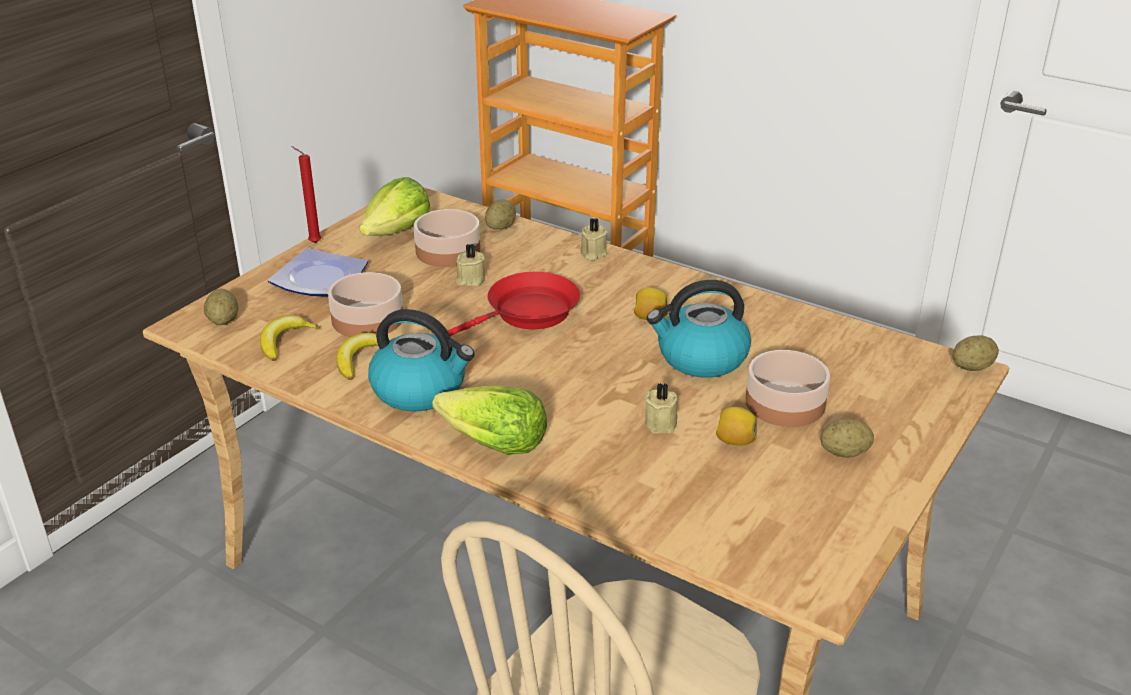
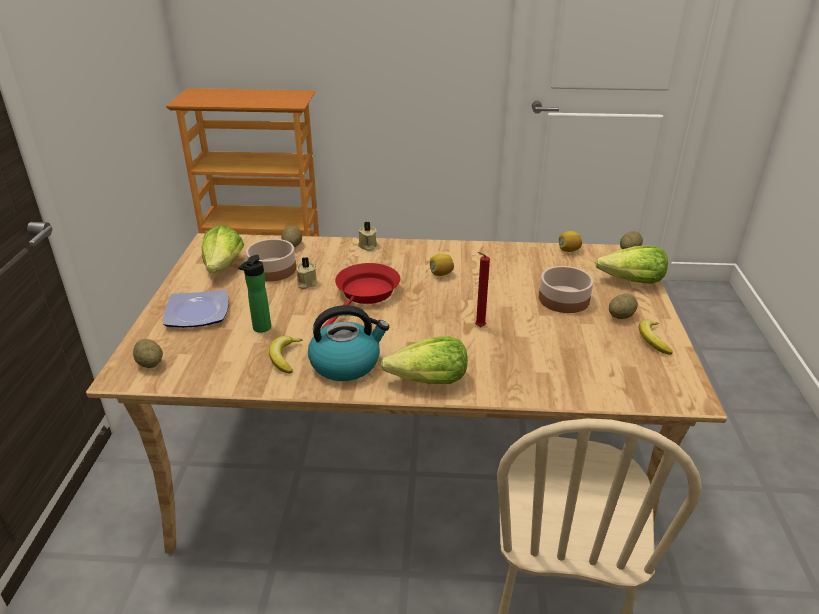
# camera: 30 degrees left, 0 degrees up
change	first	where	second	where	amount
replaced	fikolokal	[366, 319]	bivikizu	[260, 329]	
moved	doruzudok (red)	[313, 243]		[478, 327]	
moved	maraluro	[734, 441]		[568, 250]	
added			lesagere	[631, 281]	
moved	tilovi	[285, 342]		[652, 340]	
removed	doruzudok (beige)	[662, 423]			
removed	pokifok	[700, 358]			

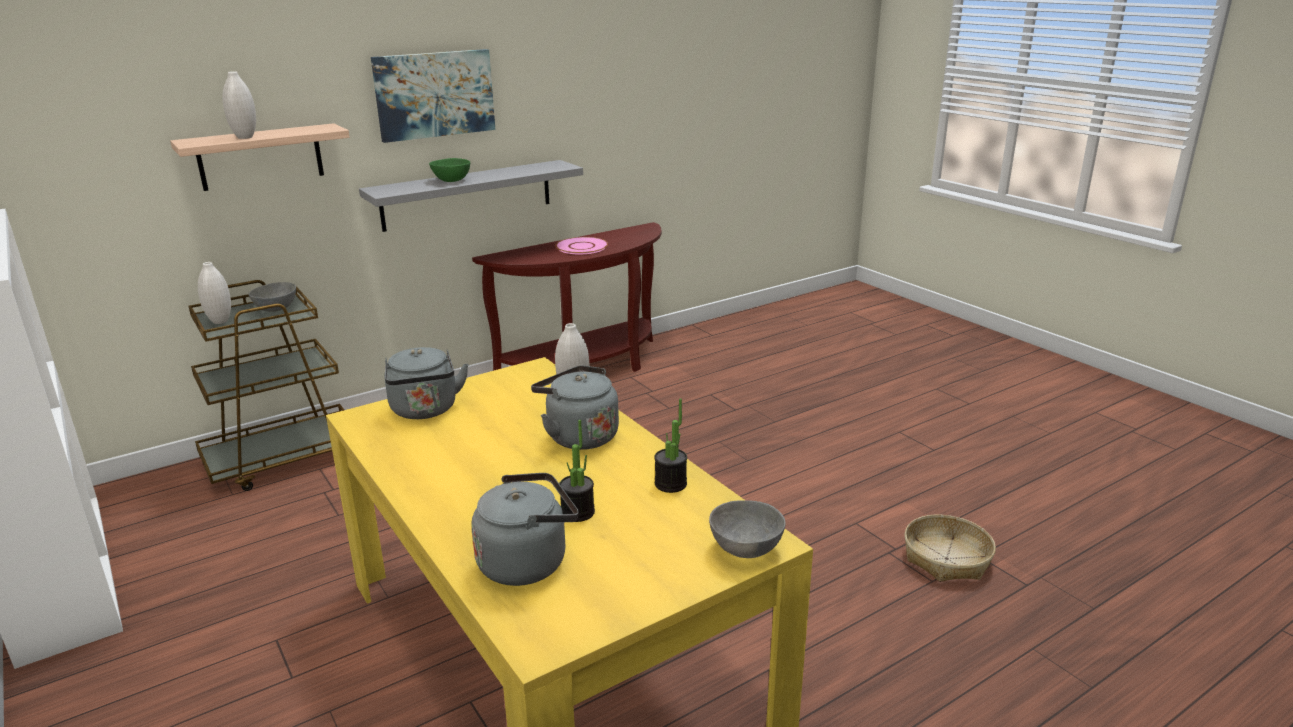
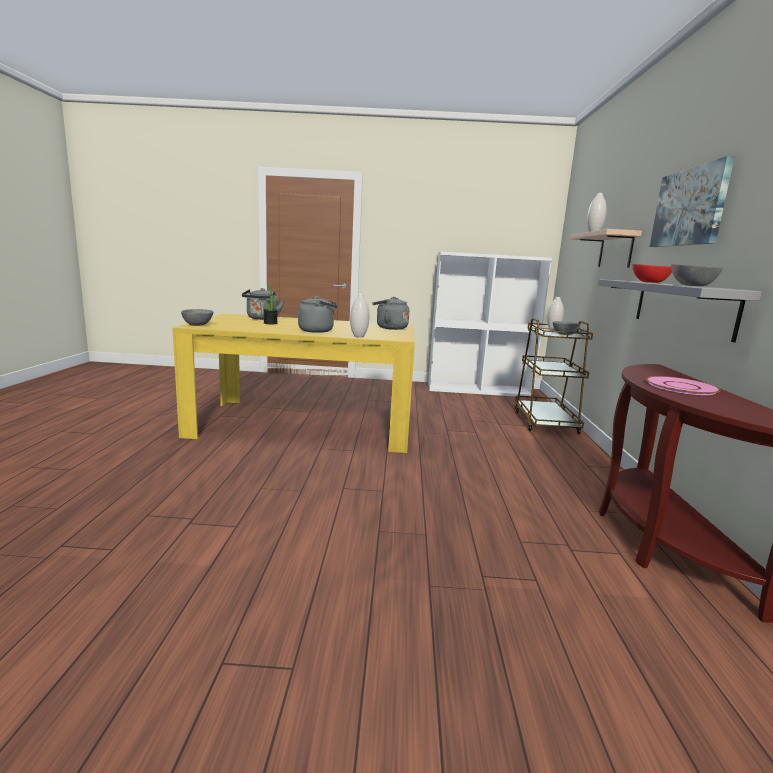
# camera: 125 degrees right, 10 degrees down
change	first	where	second	where	amount
recoloured	fikolokal (green)	[451, 181]	fikolokal (red)	[649, 282]	
added			fikolokal (grey)	[691, 286]	
removed	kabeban	[670, 484]			
removed	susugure	[946, 558]			

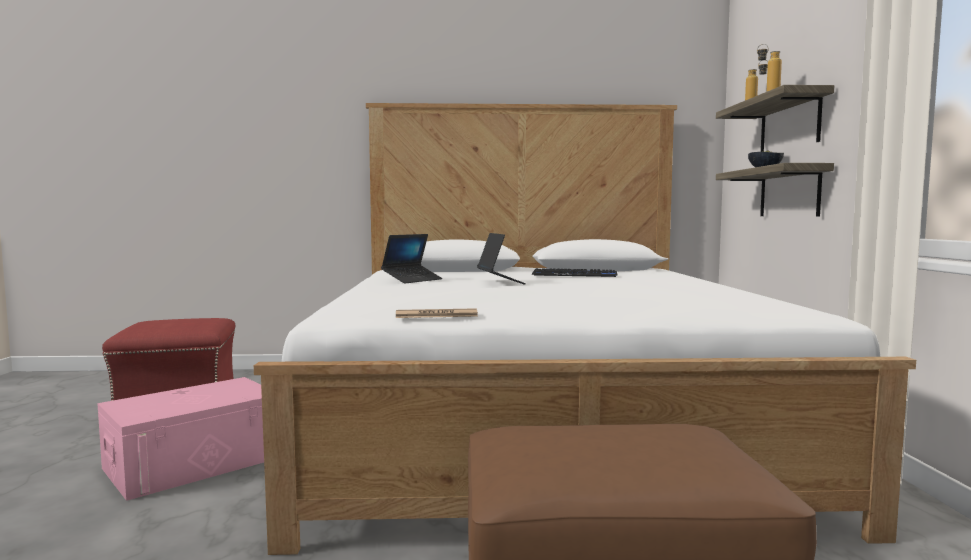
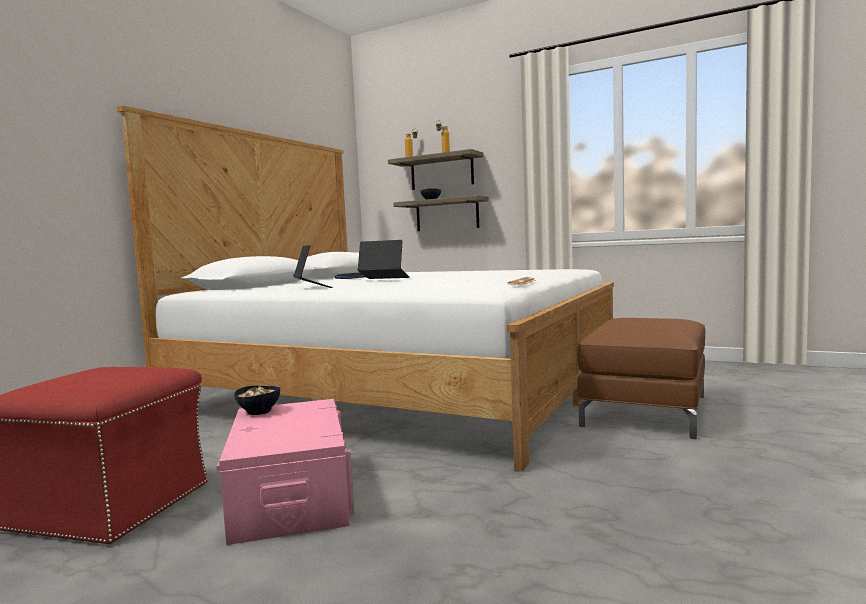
# camera: 60 degrees left, 0 degrees up
change	first	where	second	where	amount
added			fikolokal	[259, 412]	

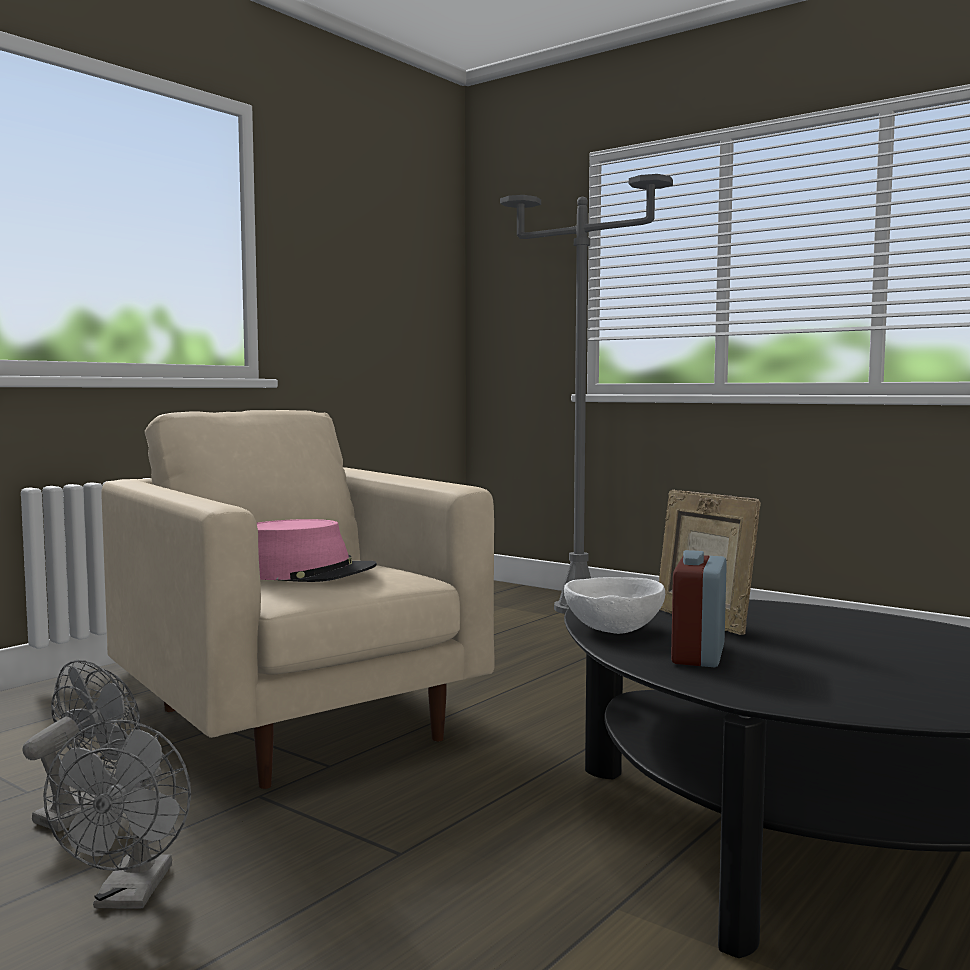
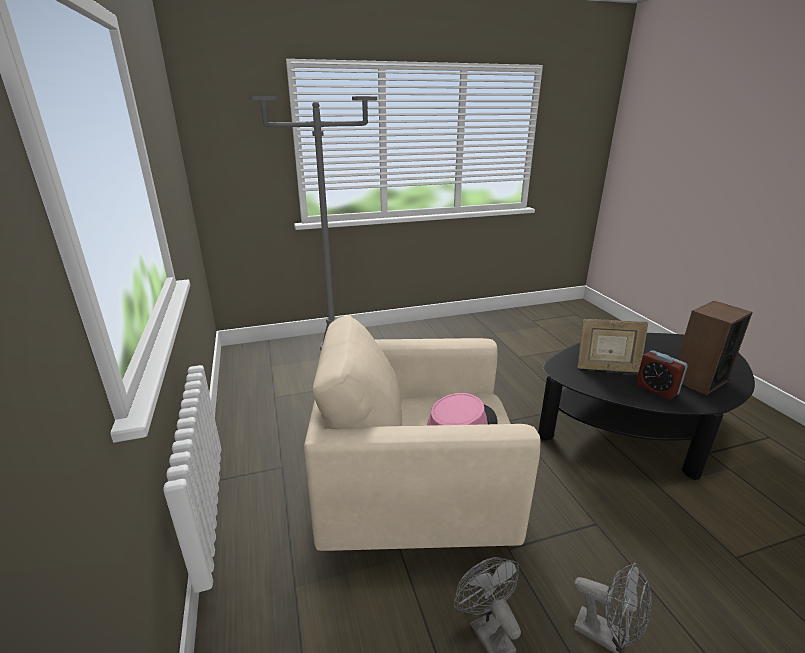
# camera: 55 degrees left, 20 degrees up
change	first	where	second	where	amount
added			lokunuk	[699, 380]	
removed	fikolokal (white)	[612, 629]			

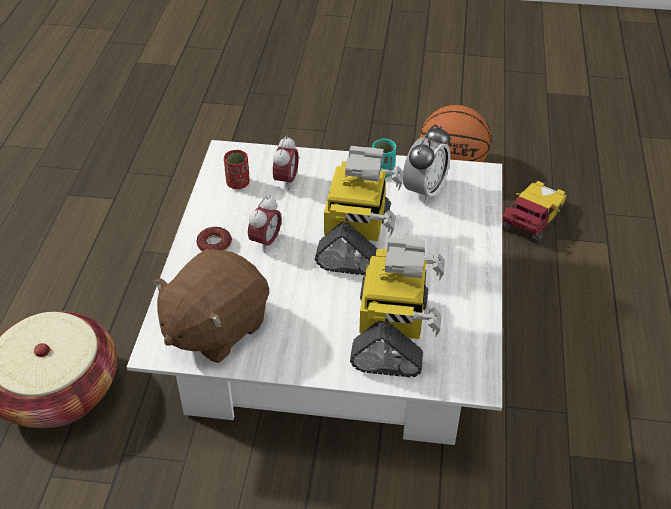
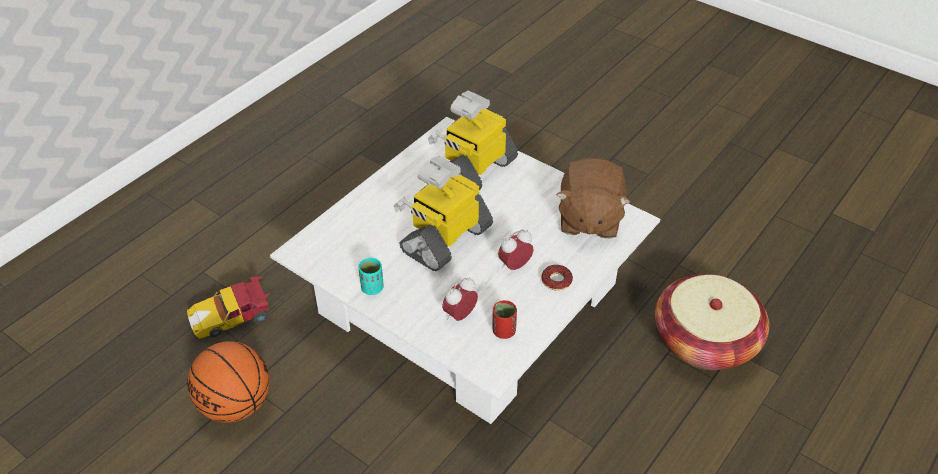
# camera: 150 degrees left, 0 degrees up
change	first	where	second	where	amount
turned	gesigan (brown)	[215, 327]		[588, 219]	120 degrees clockwise
removed	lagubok	[424, 190]			

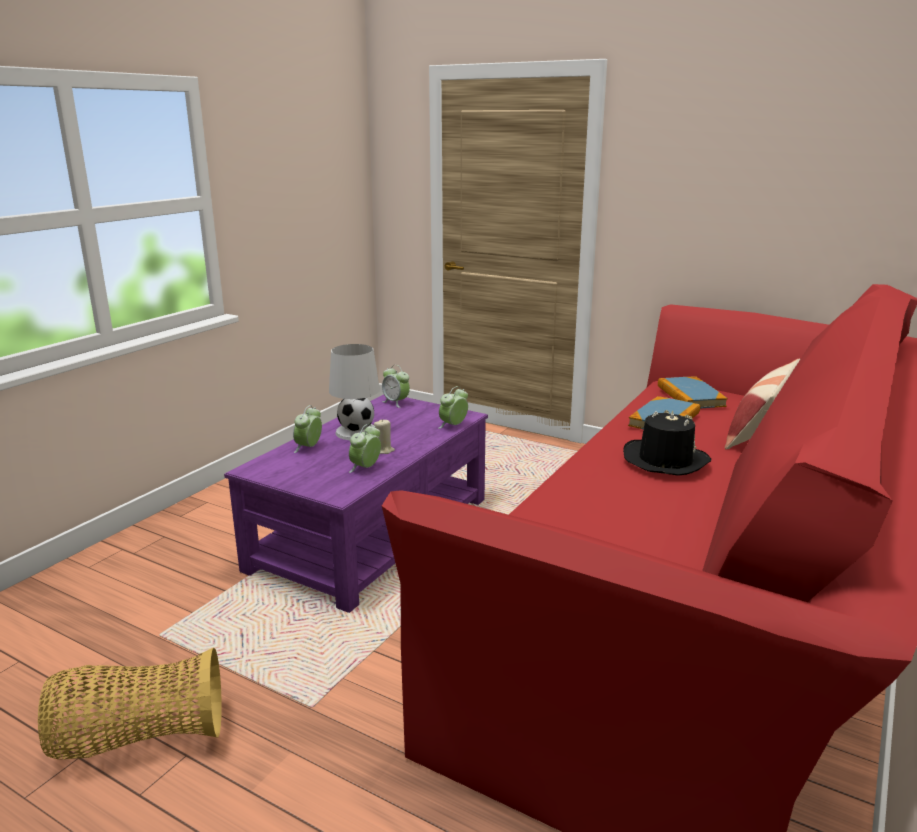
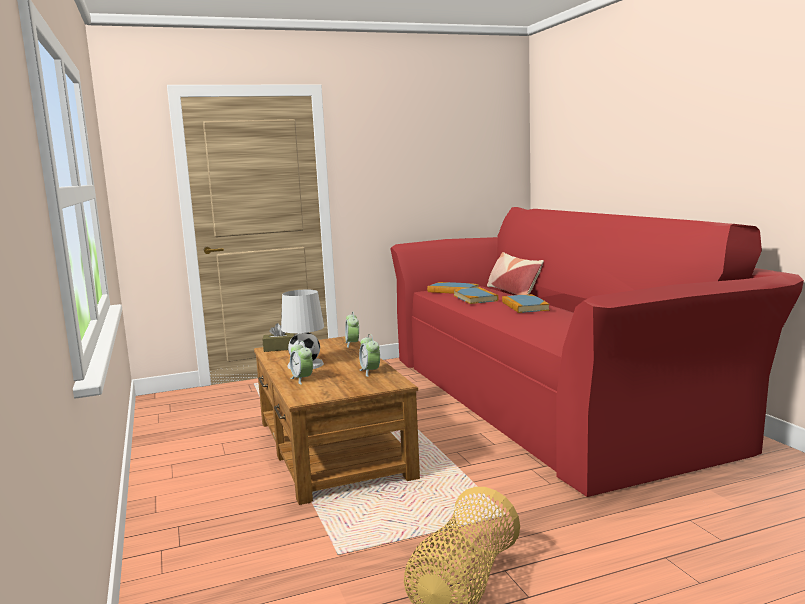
# camera: 50 degrees left, 10 degrees down
change	first	where	second	where	amount
recoloured	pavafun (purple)	[370, 533]	pavafun (brown)	[331, 448]	
replaced	lagubok	[396, 402]	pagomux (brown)	[279, 348]	
replaced	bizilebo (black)	[665, 460]	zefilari	[524, 306]	
removed	doruzudok (beige)	[383, 450]			

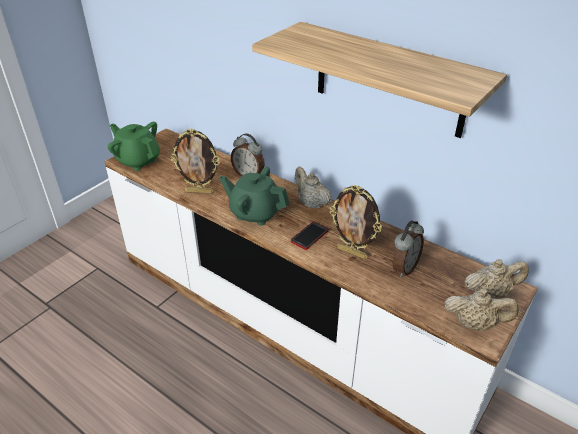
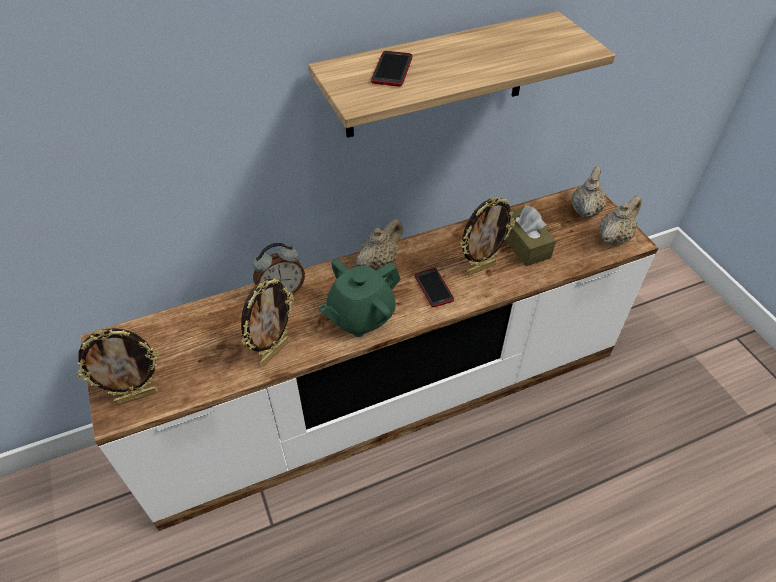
# camera: 60 degrees left, 10 degrees up
change	first	where	second	where	amount
replaced	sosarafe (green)	[138, 160]	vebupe	[137, 396]	
turned	sosarafe (beige)	[311, 203]		[379, 262]	135 degrees clockwise
added			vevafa	[392, 70]	
replaced	lagubok	[404, 268]	pagomux (brown)	[524, 244]	

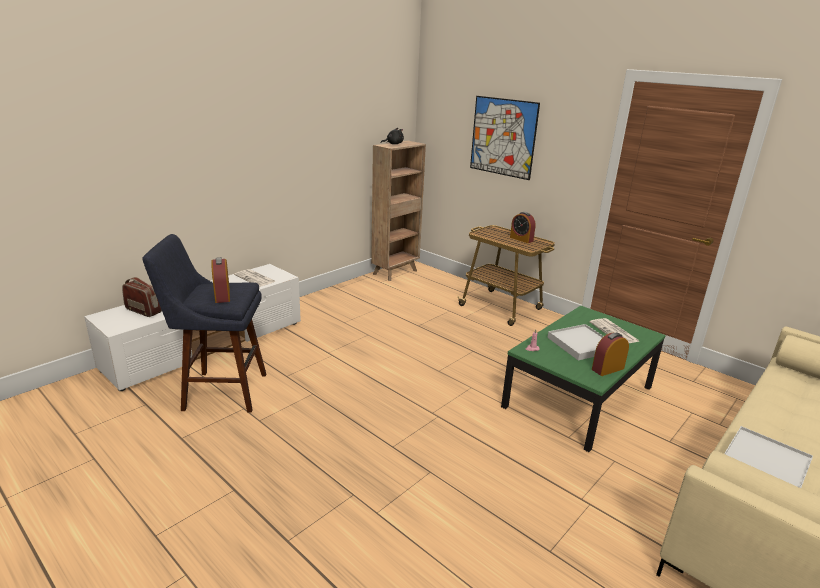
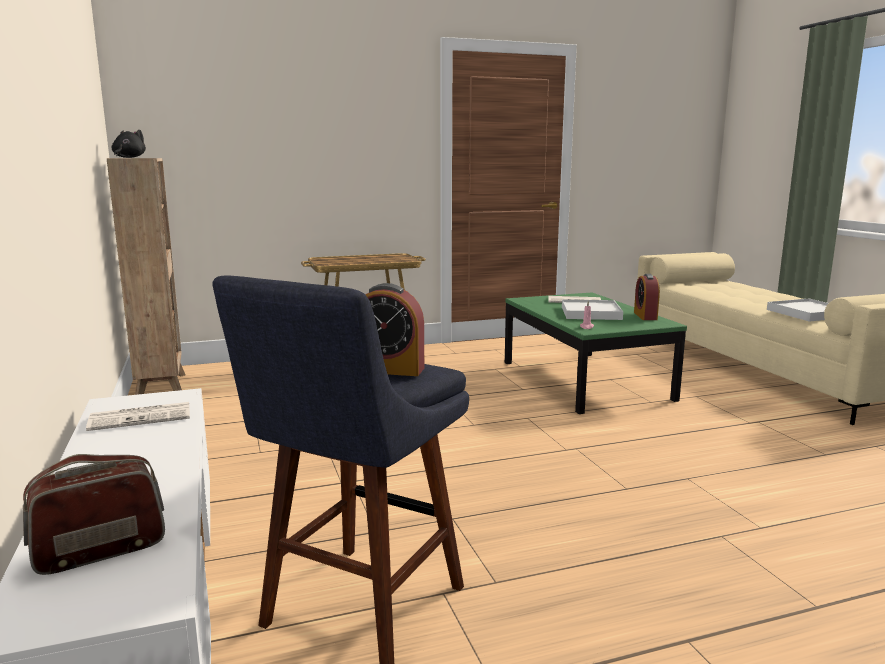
# camera: 60 degrees left, 10 degrees down
change	first	where	second	where	amount
removed	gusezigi	[503, 137]			
removed	lagubok	[521, 239]			

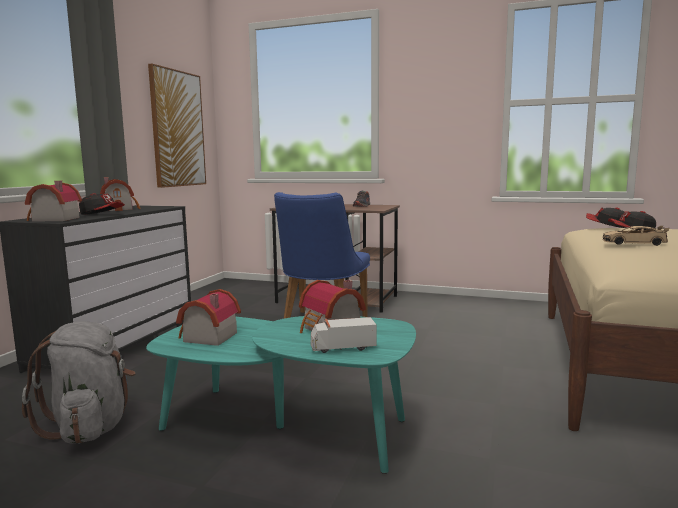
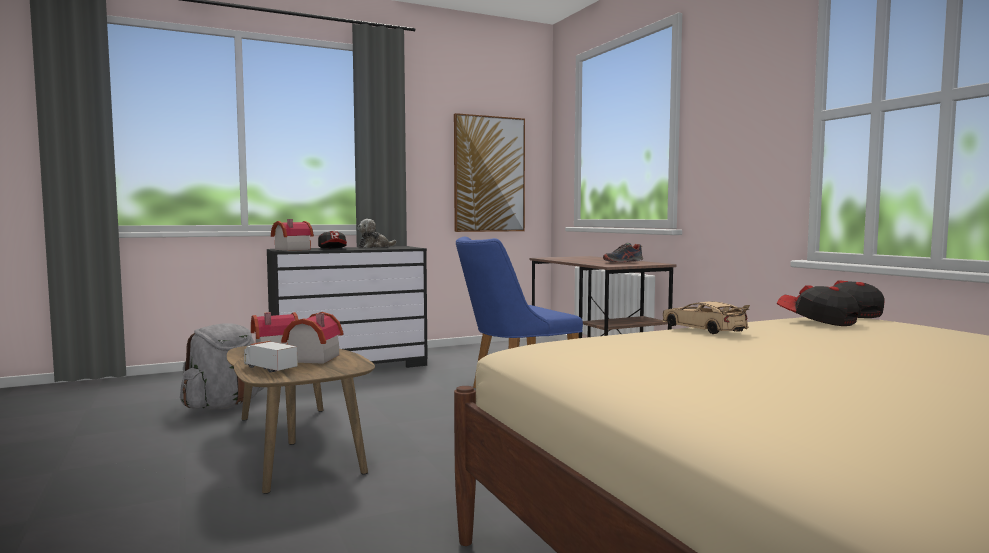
# camera: 45 degrees right, 5 degrees down
change	first	where	second	where	amount
recoloured	pavafun (turquoise)	[285, 426]	pavafun (brown)	[296, 444]	
replaced	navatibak	[120, 209]	gesigan	[375, 247]	

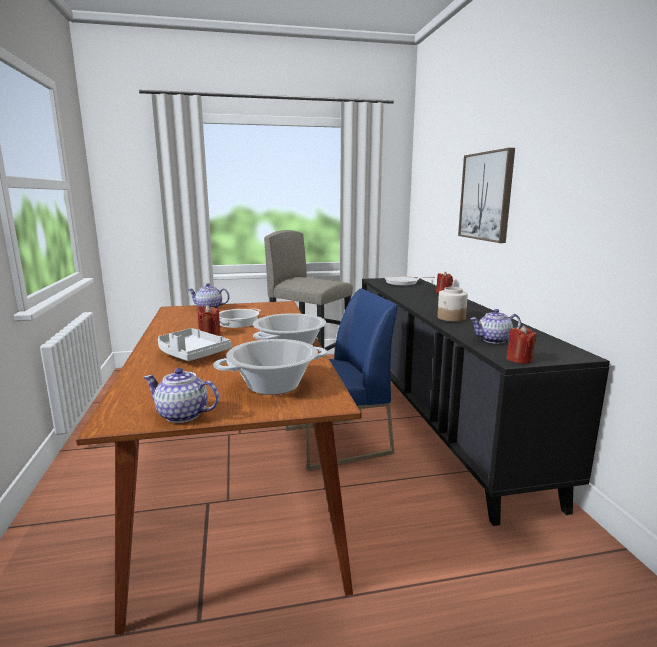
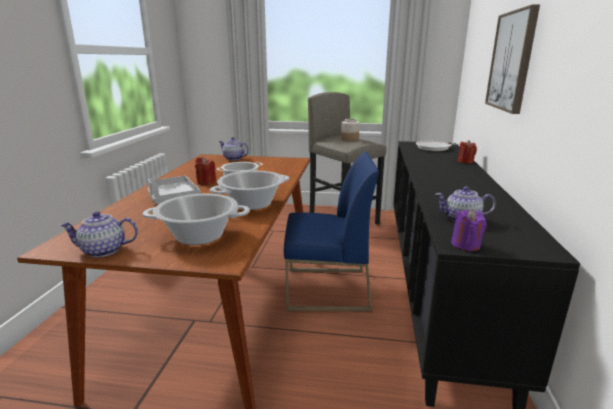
# camera: 20 degrees right, 5 degrees up
change	first	where	second	where	amount
turned	sosarafe	[182, 415]		[103, 251]	45 degrees counterclockwise
moved	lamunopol	[451, 318]		[349, 139]	
recoloured	doruzudok (red)	[519, 359]	doruzudok (purple)	[466, 245]	

